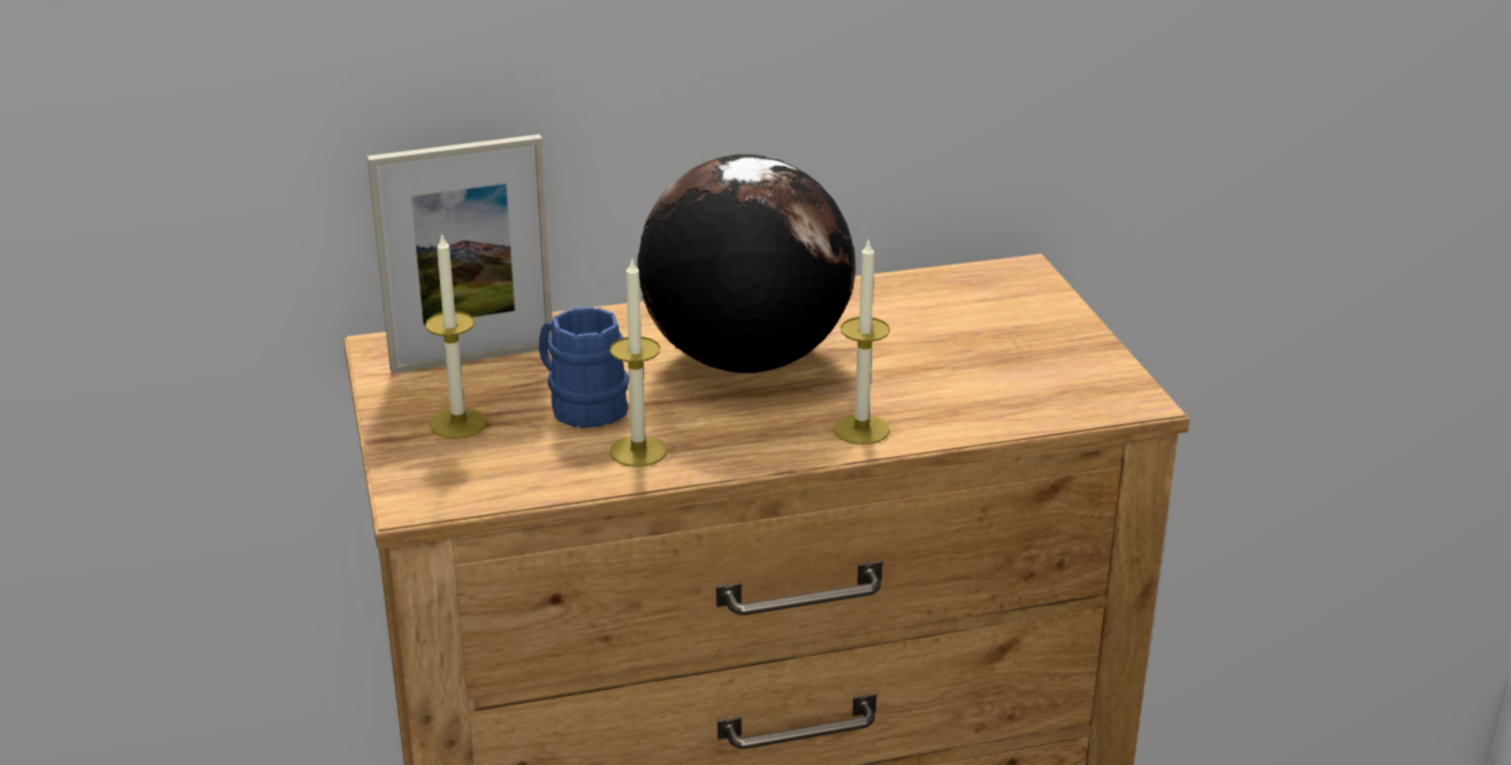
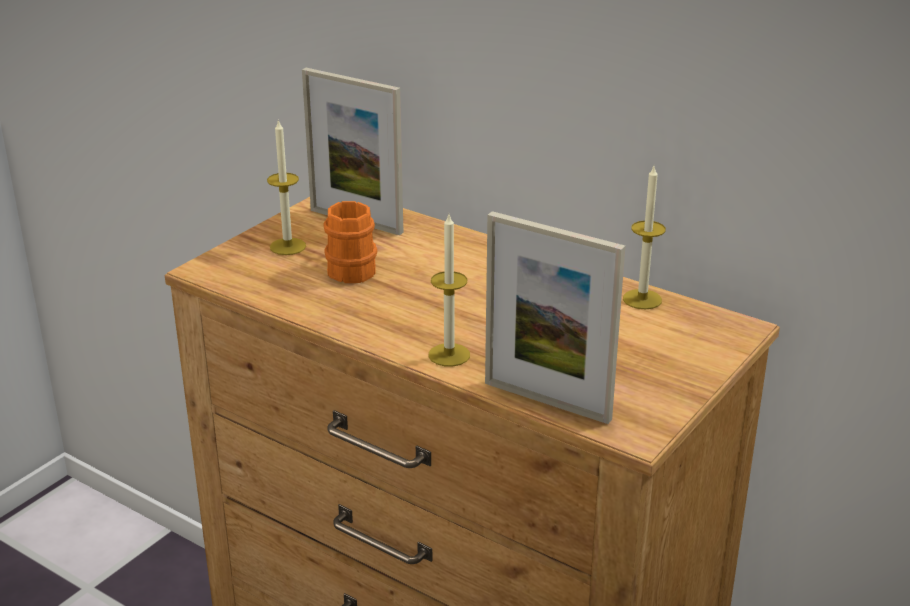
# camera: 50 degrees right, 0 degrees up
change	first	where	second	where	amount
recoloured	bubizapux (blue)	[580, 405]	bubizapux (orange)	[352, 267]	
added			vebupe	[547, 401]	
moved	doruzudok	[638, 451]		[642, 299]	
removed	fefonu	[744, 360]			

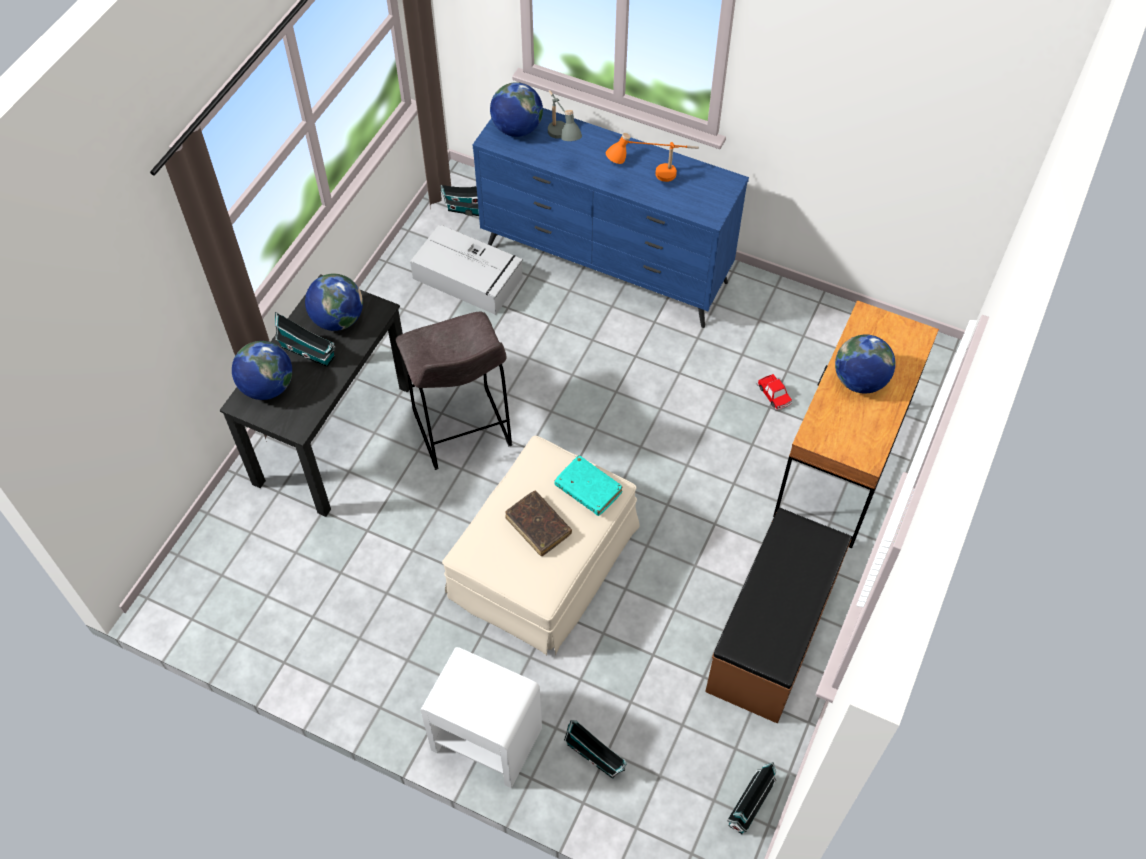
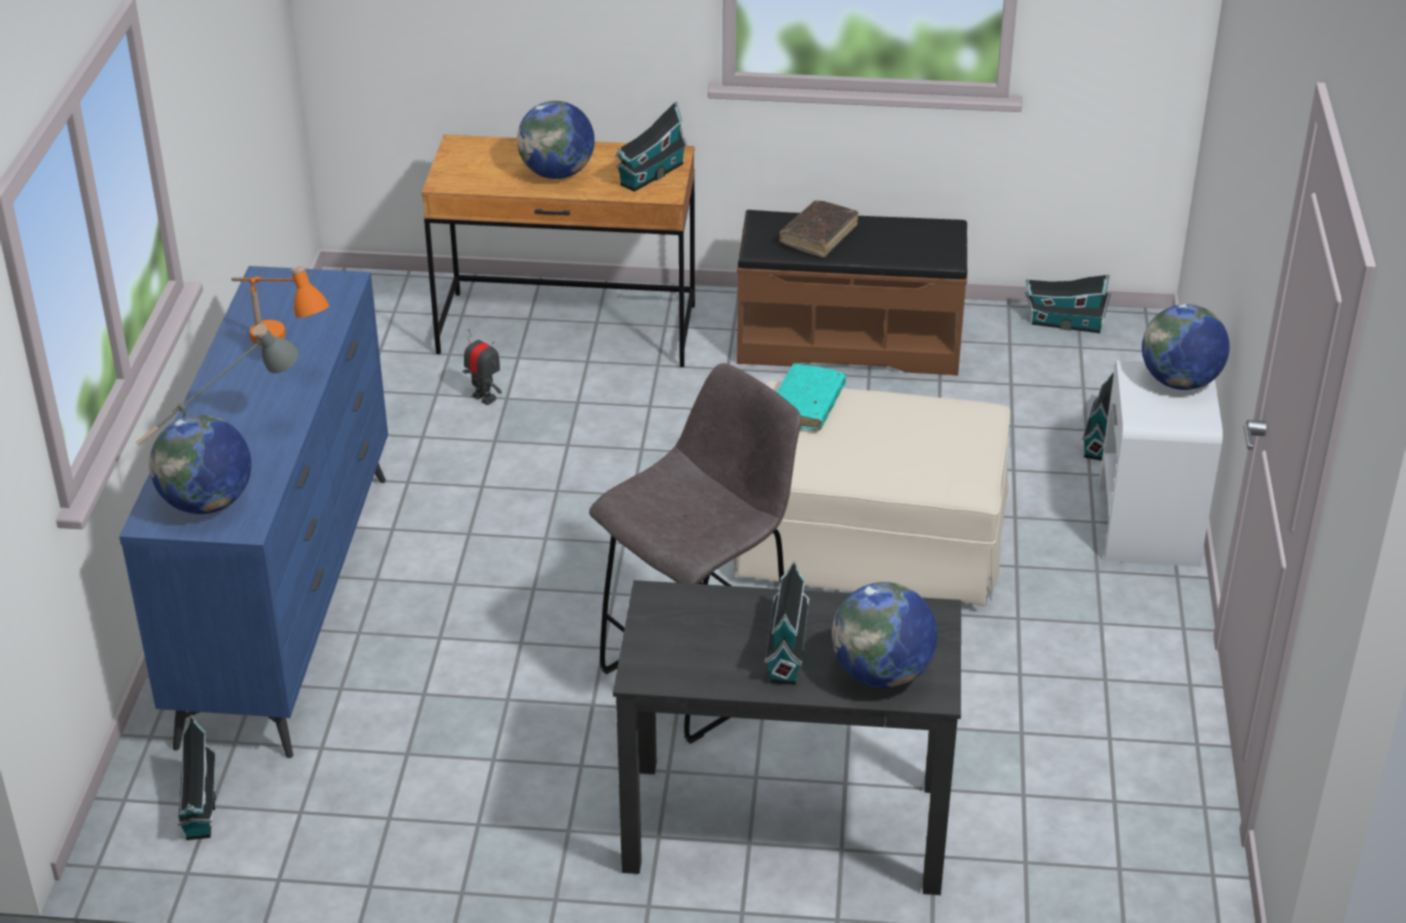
# camera: 110 degrees left, 20 degrees down
change	first	where	second	where	amount
replaced	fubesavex	[774, 395]	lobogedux	[484, 398]	
added			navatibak	[650, 175]	
moved	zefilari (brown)	[538, 526]		[818, 236]	
moved	fefonu	[338, 319]		[1179, 382]	
removed	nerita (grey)	[469, 279]			

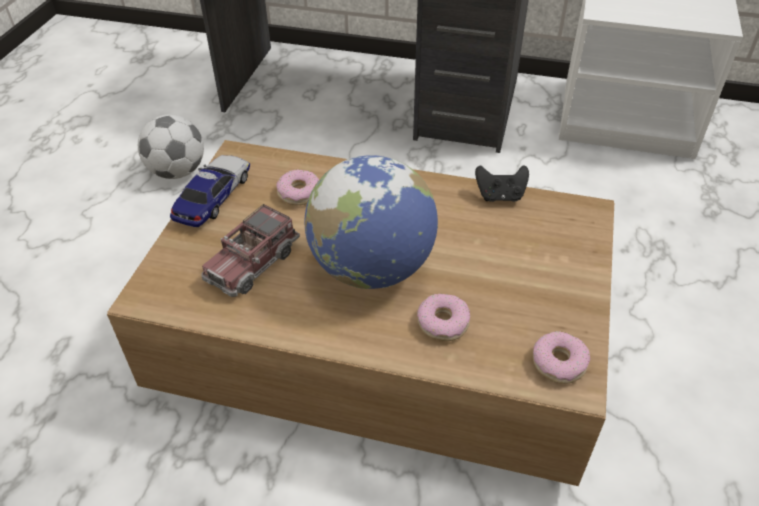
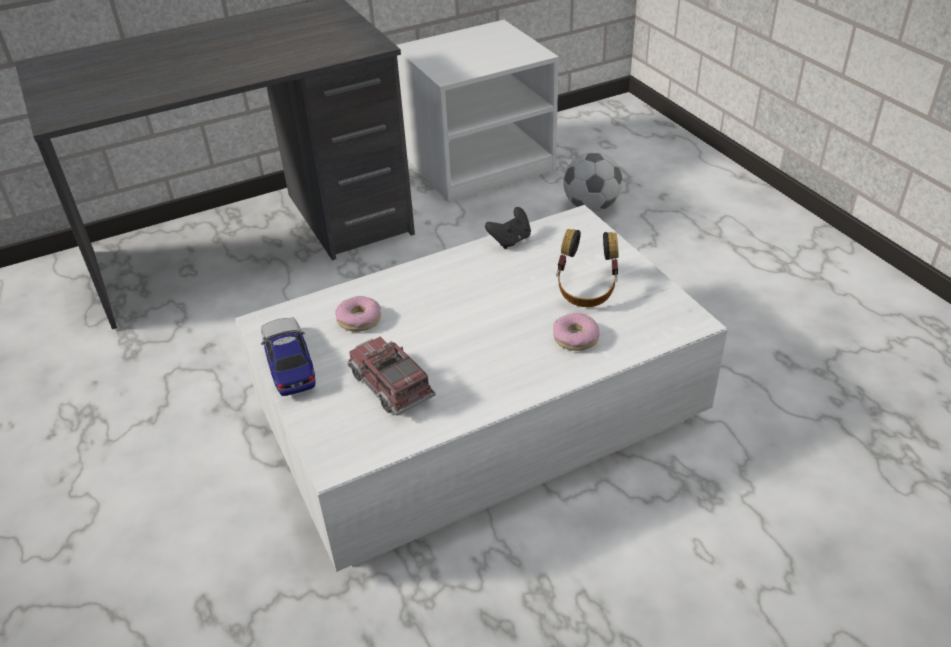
# camera: 40 degrees left, 5 degrees down
change	first	where	second	where	amount
recoloured	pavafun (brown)	[378, 340]	pavafun (white)	[478, 416]	
turned	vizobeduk	[252, 263]		[391, 386]	150 degrees clockwise
added			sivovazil	[586, 290]	
moved	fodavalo	[177, 172]		[591, 207]	
removed	fefonu	[372, 268]			
removed	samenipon	[559, 363]			

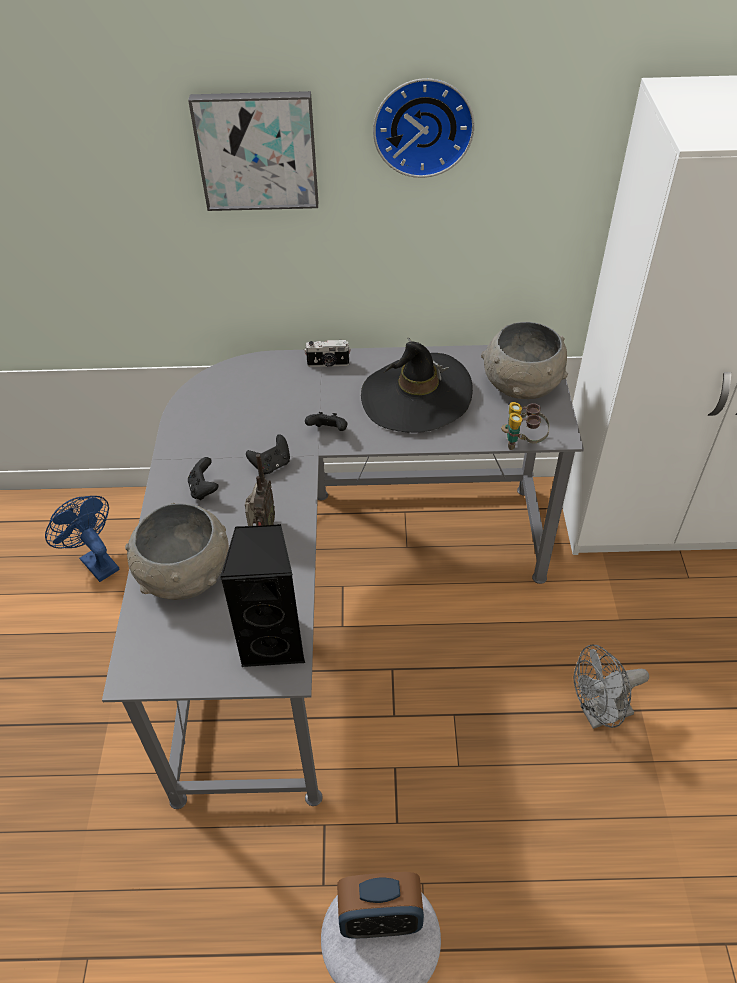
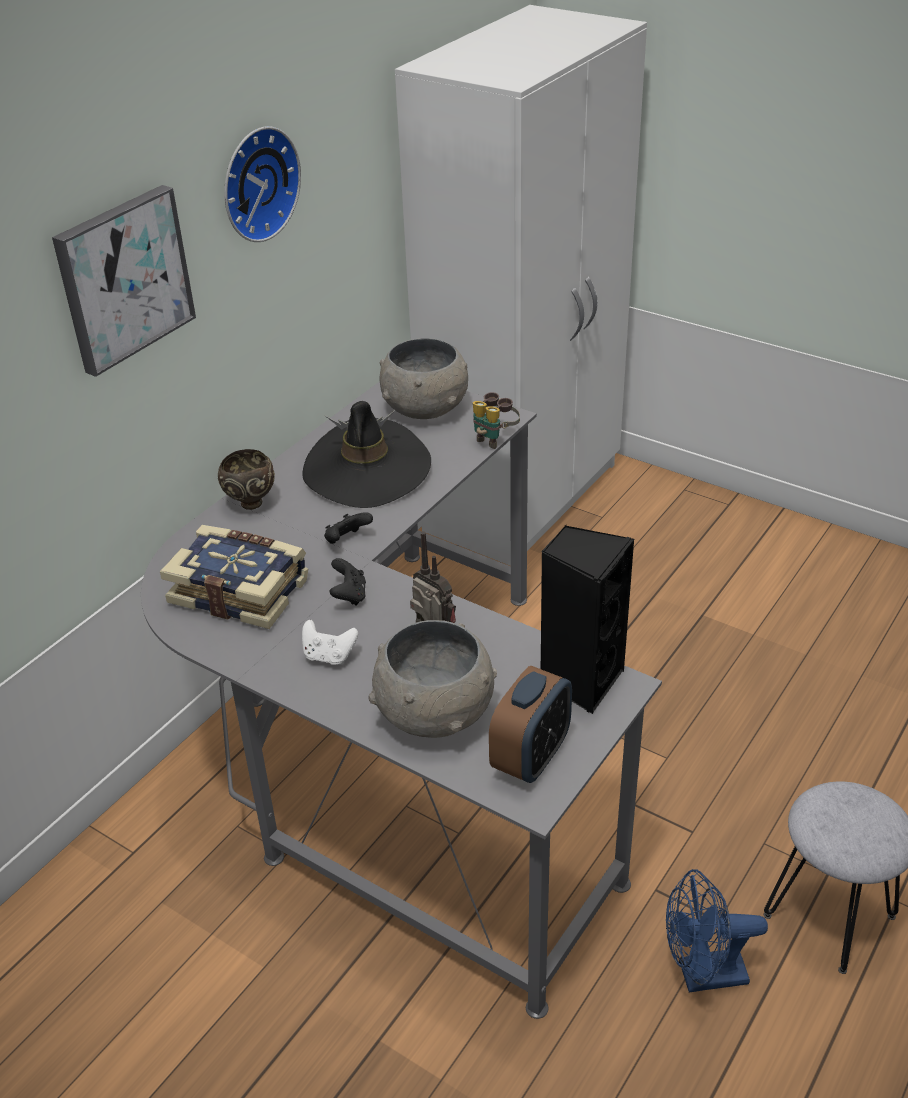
# camera: 55 degrees left, 10 degrees down
change	first	where	second	where	amount
added			zefilari	[240, 590]	
replaced	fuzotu	[328, 364]	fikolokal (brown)	[250, 502]	
recoloured	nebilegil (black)	[204, 489]	nebilegil (white)	[329, 656]	
moved	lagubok	[380, 918]		[531, 757]	
moved	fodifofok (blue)	[95, 561]		[702, 976]	
removed	fodifofok (grey)	[599, 714]			

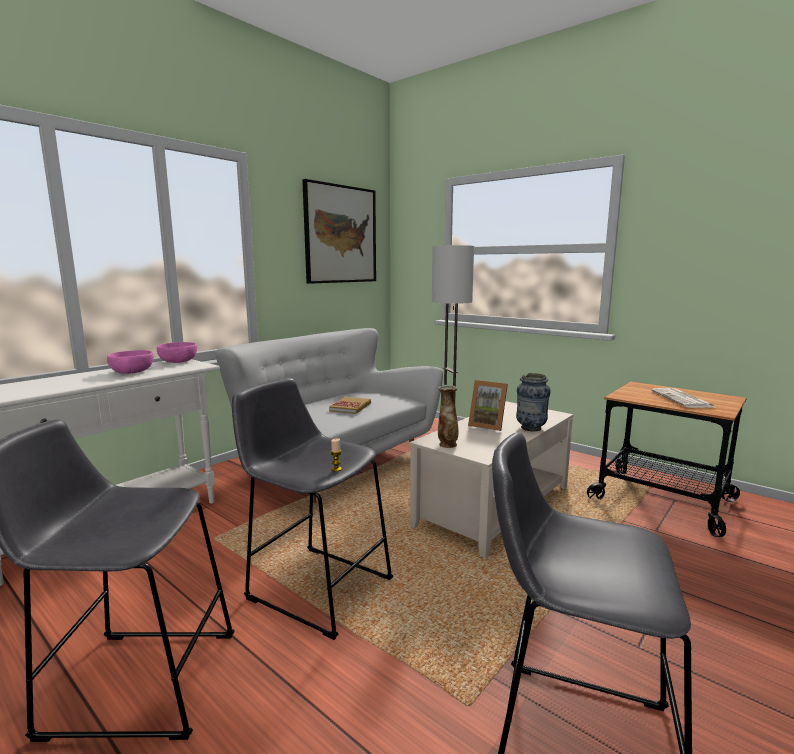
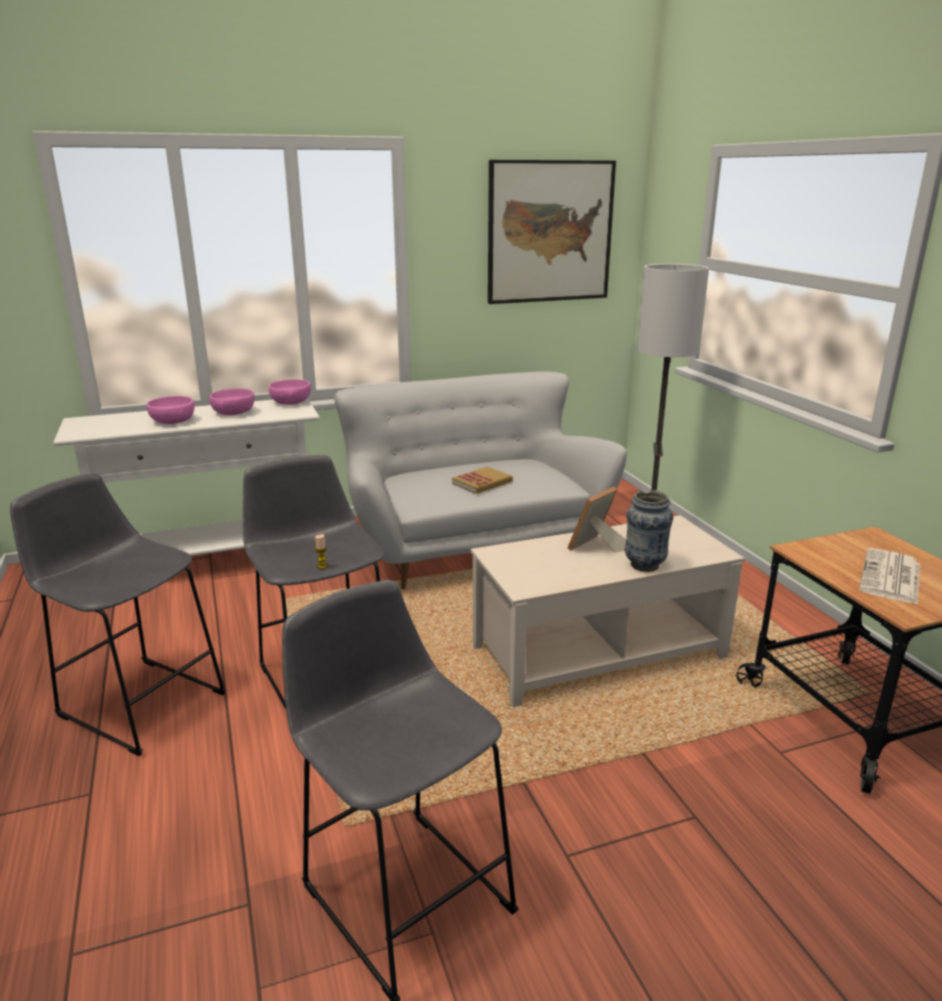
# camera: 30 degrees right, 10 degrees up
change	first	where	second	where	amount
added			fikolokal (pink)	[172, 421]	
turned	vebupe	[488, 425]		[595, 547]	75 degrees clockwise
removed	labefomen	[447, 444]			

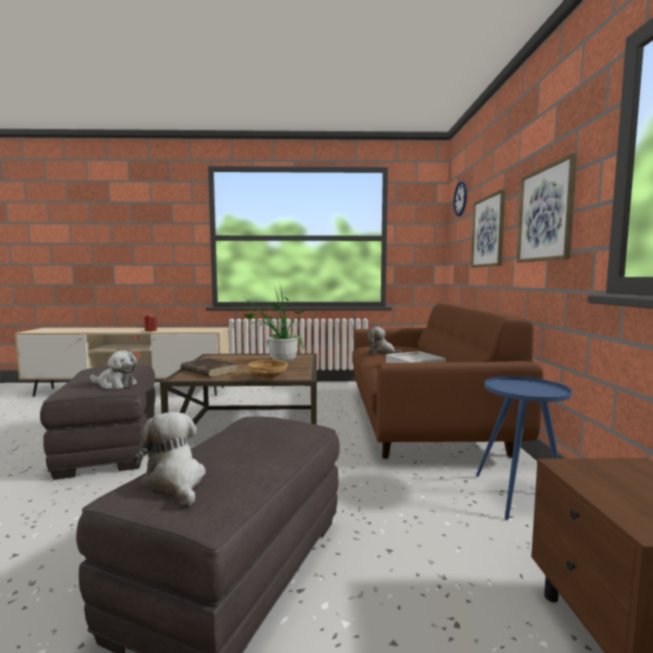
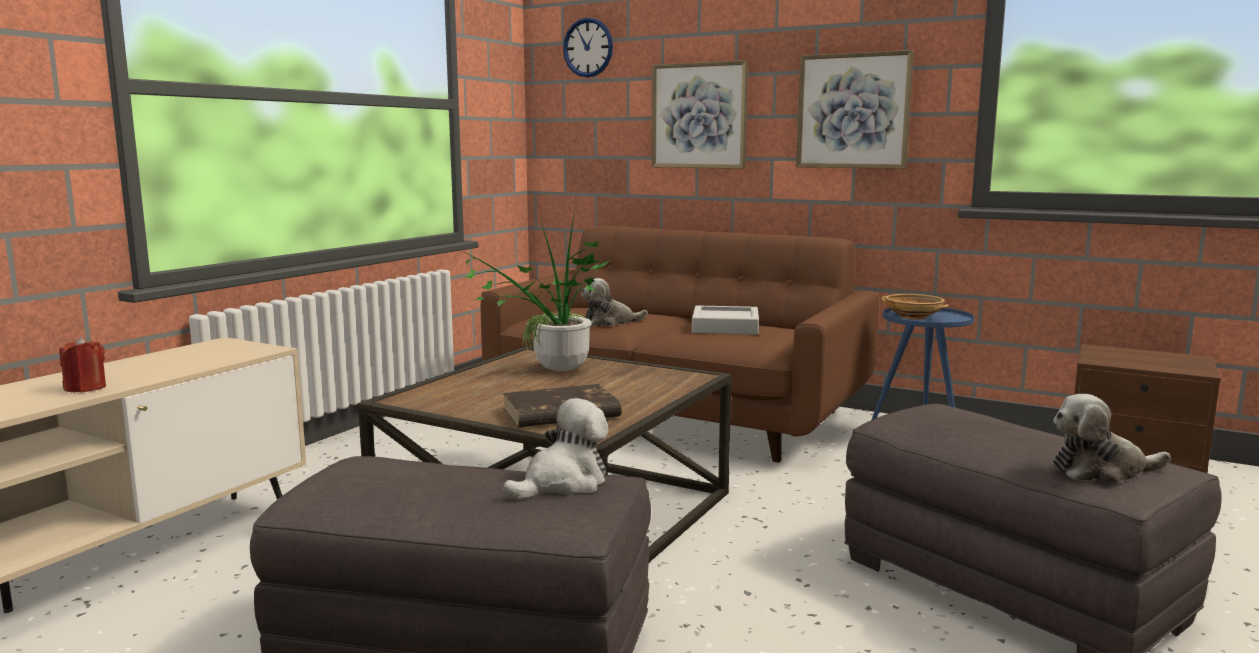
# camera: 60 degrees left, 5 degrees up
change	first	where	second	where	amount
moved	fikolokal (beige)	[268, 376]		[913, 316]	

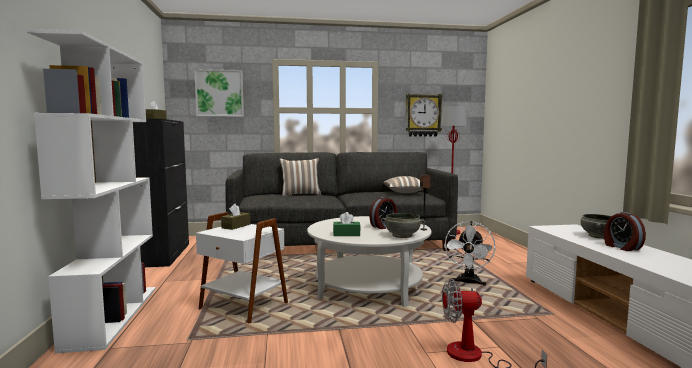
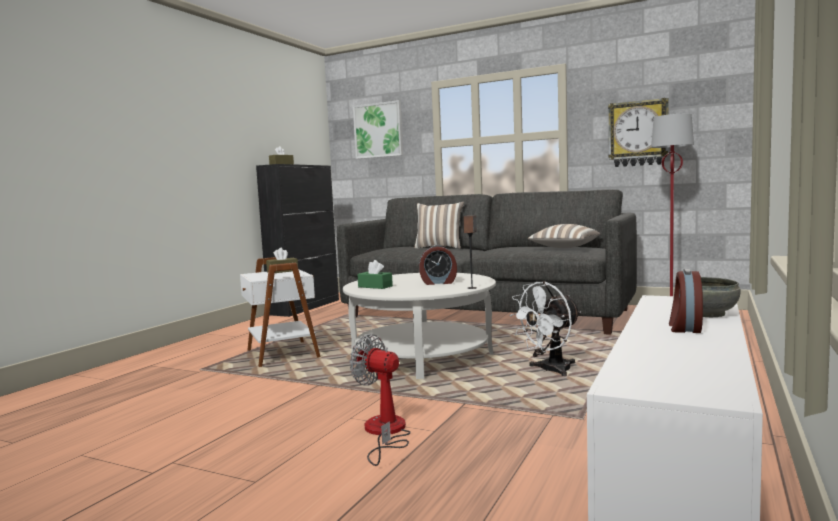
# camera: 35 degrees right, 0 degrees up
change	first	where	second	where	amount
removed	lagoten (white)	[113, 315]			
removed	fikolokal (grey)	[402, 235]			

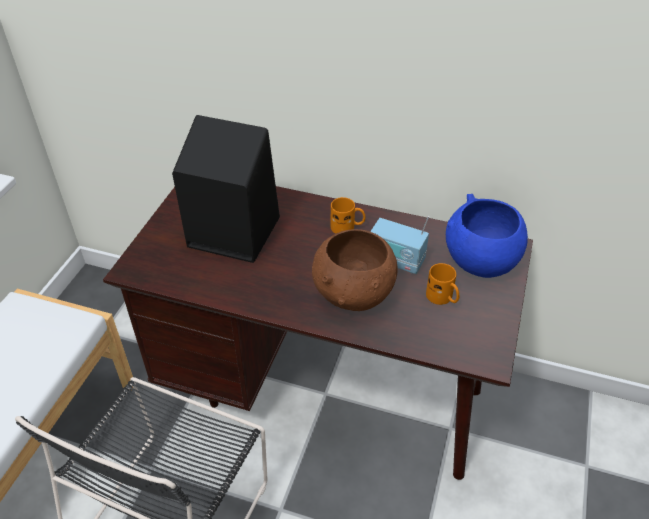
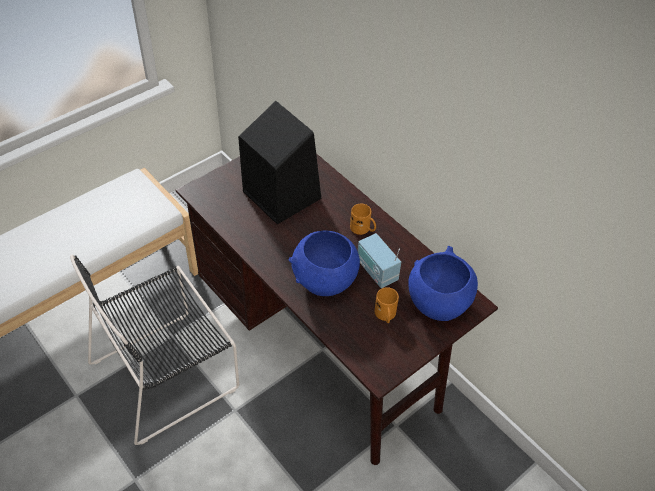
# camera: 30 degrees right, 5 degrees up
change	first	where	second	where	amount
recoloured	fikolokal (brown)	[354, 296]	fikolokal (blue)	[324, 282]	

